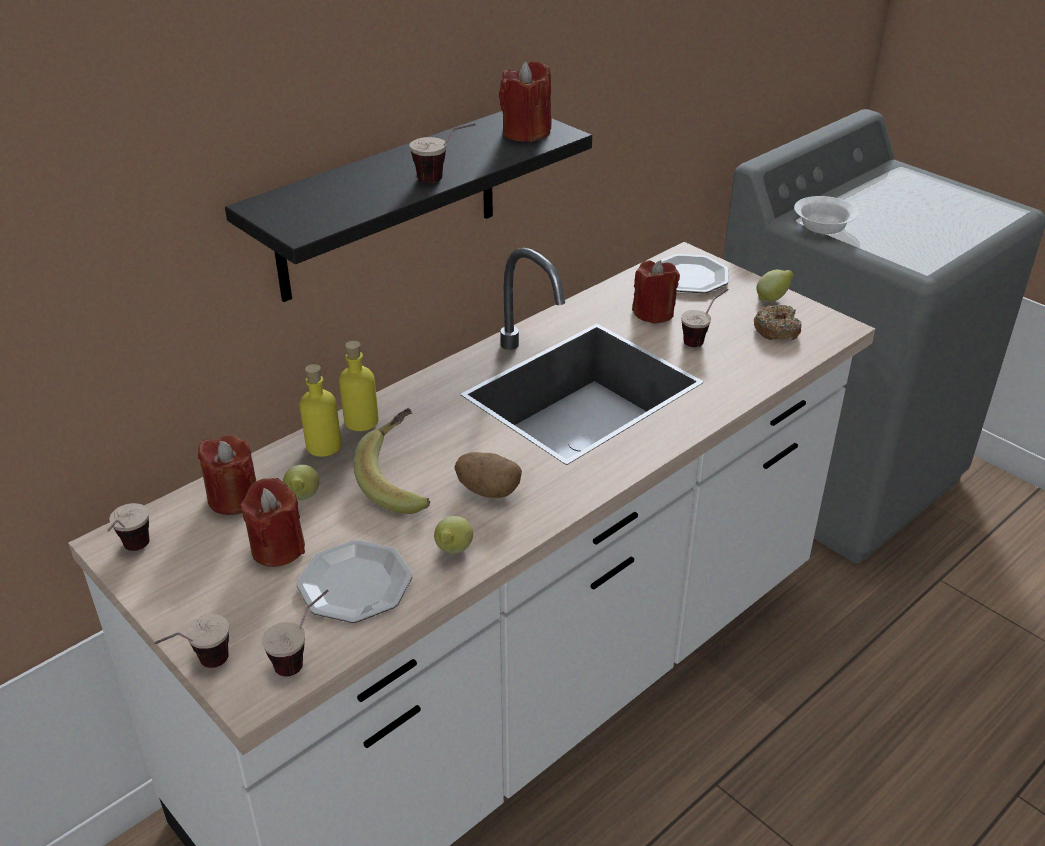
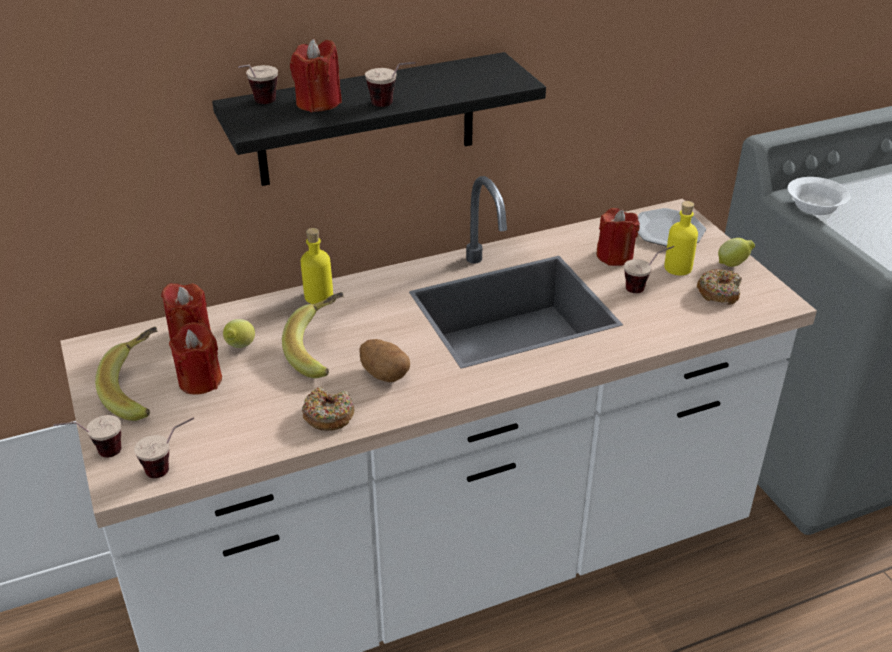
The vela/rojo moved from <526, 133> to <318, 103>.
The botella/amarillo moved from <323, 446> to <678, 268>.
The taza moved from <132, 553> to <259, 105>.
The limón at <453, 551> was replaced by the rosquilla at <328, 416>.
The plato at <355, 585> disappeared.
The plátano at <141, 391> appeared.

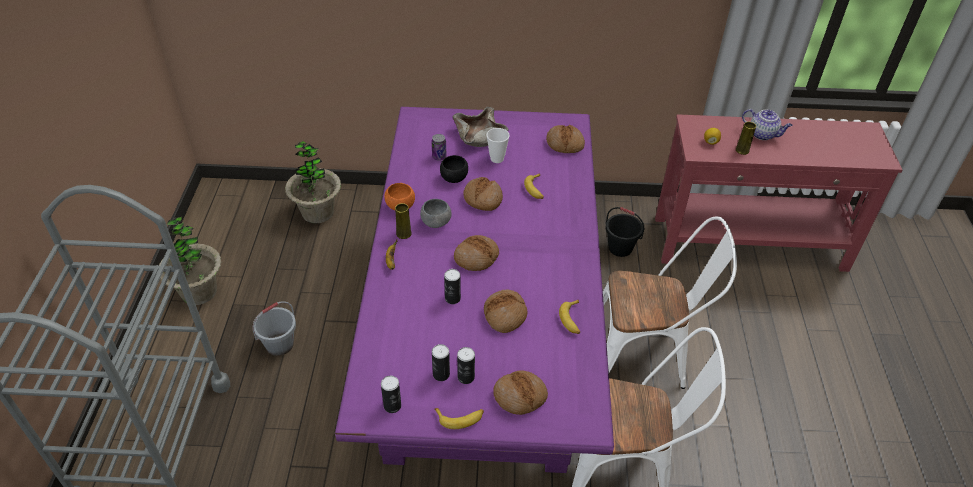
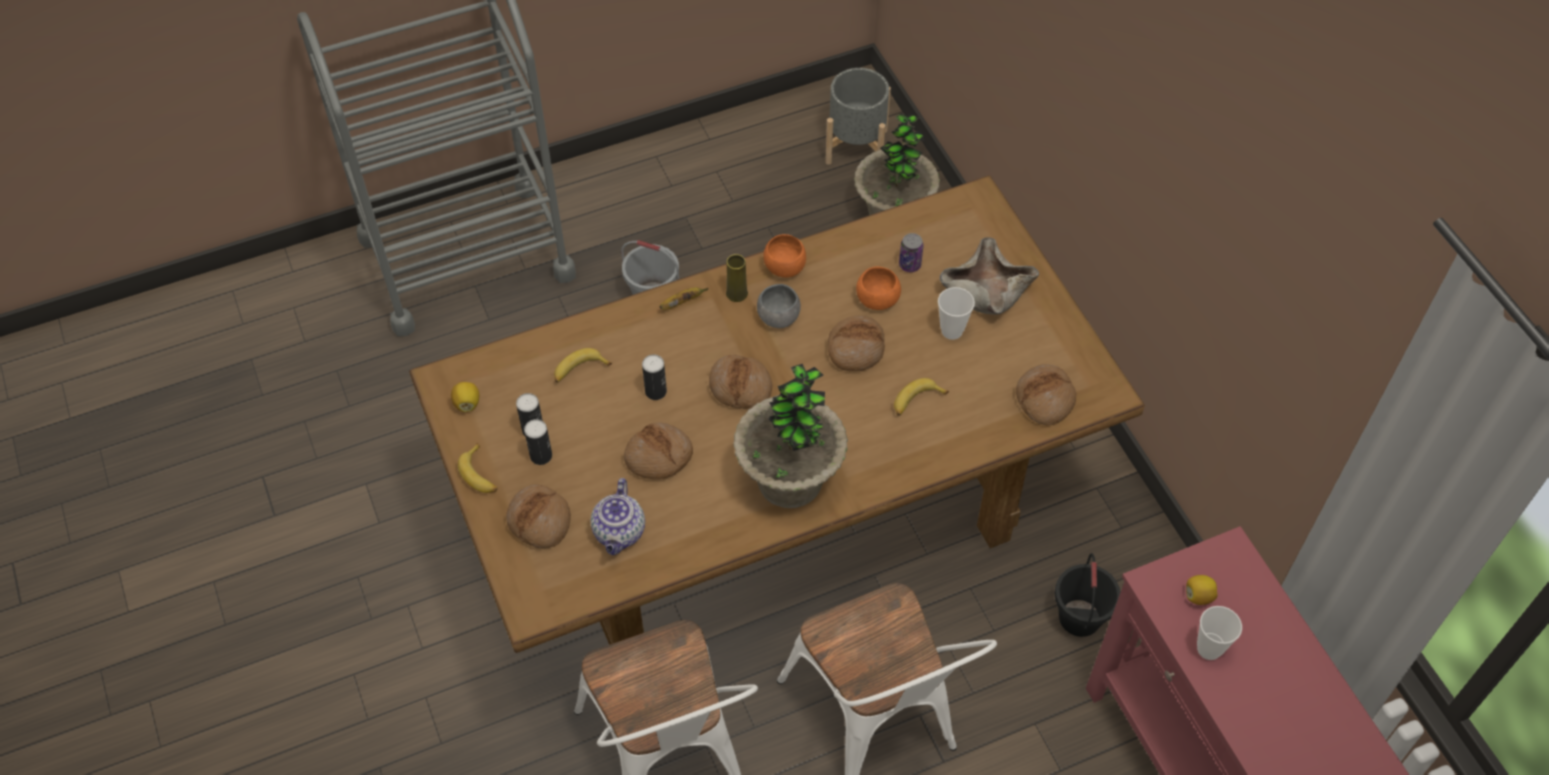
The mesa de comedor/morado at <482, 346> became the mesa de comedor/marrón at <775, 512>.
The tetera moved from <763, 134> to <620, 533>.
The florero/amarillo at <742, 150> was replaced by the taza at <1209, 649>.
The cuenco/negro at <454, 178> became the cuenco/naranja at <877, 299>.
The planta en maceta moved from <199, 292> to <790, 481>.
The plátano moved from <572, 320> to <579, 370>.
The lata at <392, 406> was replaced by the limón at <467, 403>.
The maceta/gris at <856, 146> appeared.

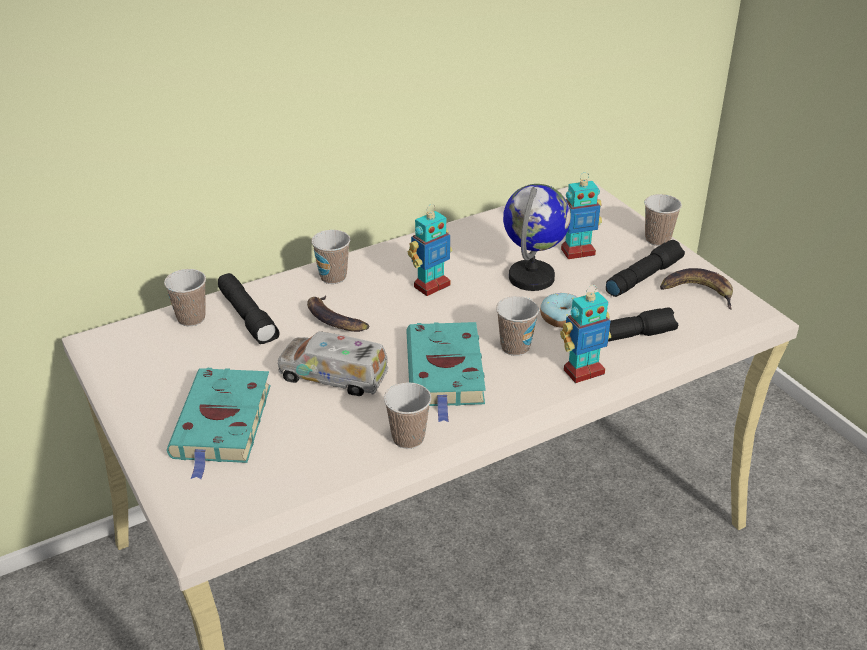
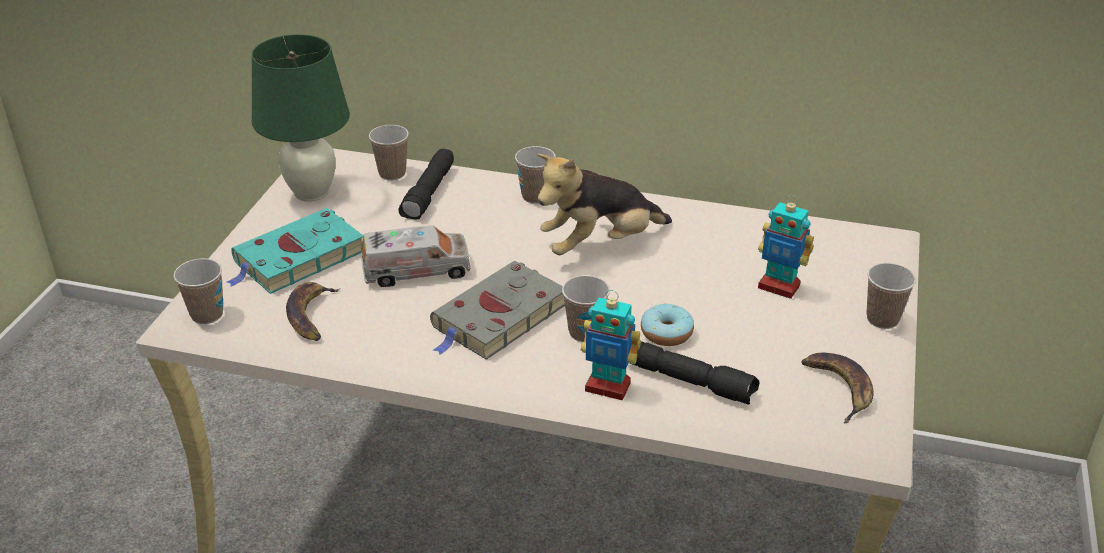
The globo terráqueo at <532, 277> disappeared.
The robot de juguete at <431, 286> was replaced by the peluche at <599, 244>.
The linterna/negro at <643, 277> disappeared.
The plátano moved from <334, 320> to <311, 315>.
The libro/turquesa at <445, 373> became the libro/gris at <497, 318>.
The camión de juguete at <333, 376> turned 105 degrees clockwise.
The taza moved from <408, 438> to <207, 314>.
The lámpara de mesa/verde at <311, 192> appeared.

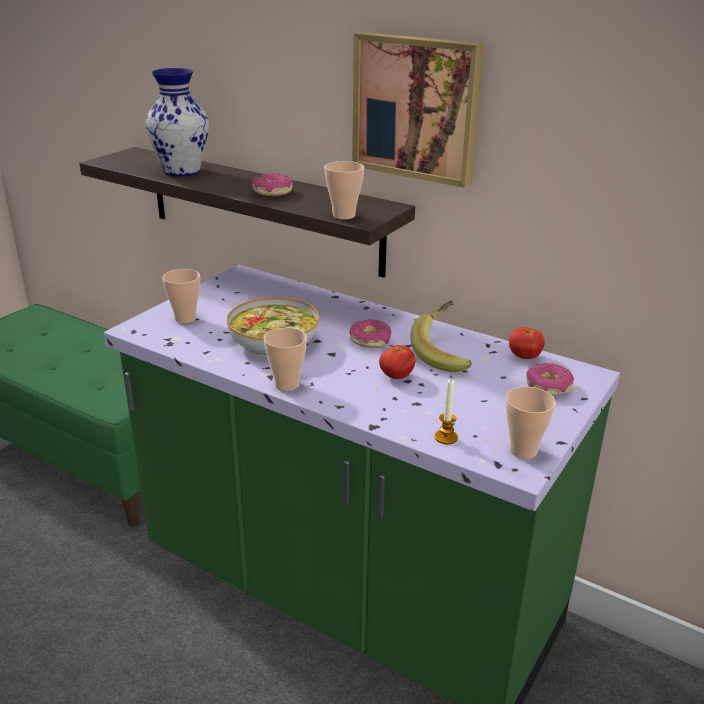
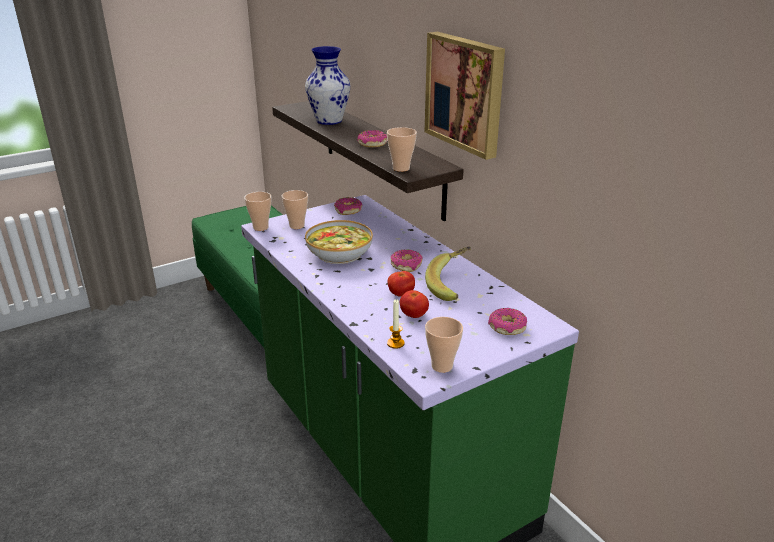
The tomate moved from <524, 357> to <414, 315>.
The taza moved from <287, 385> to <260, 227>.
The rosquilla at <348, 210> appeared.

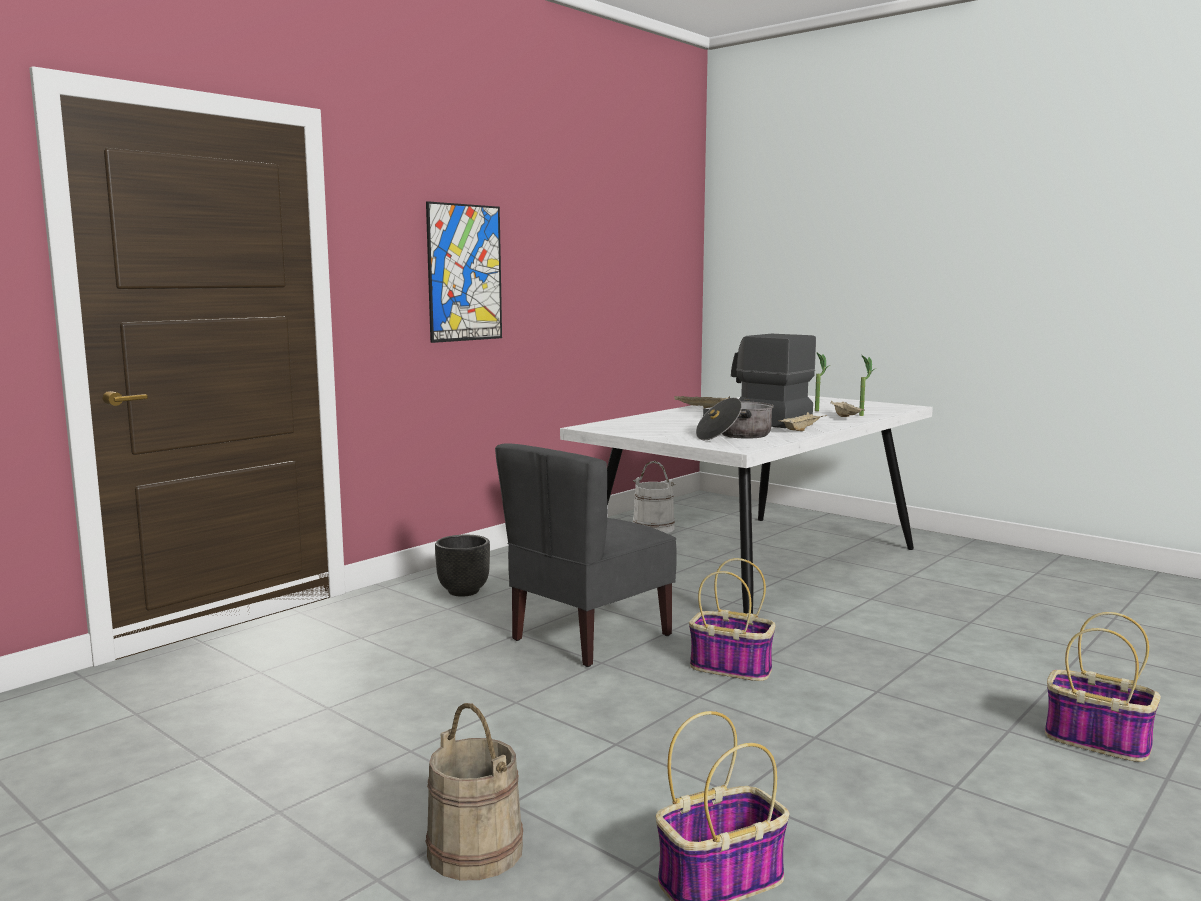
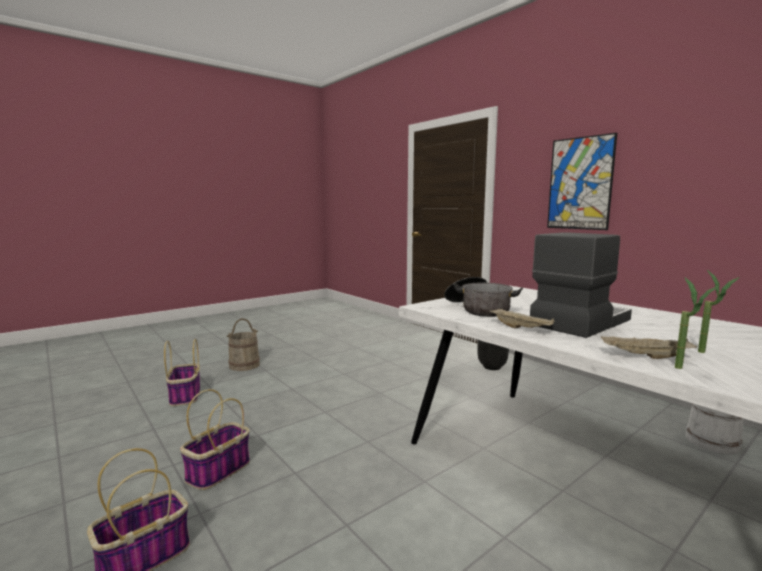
The bandeja/beis at <701, 408> disappeared.
The silla/gris at <589, 637> disappeared.
The cesta moved from <732, 668> to <218, 471>.

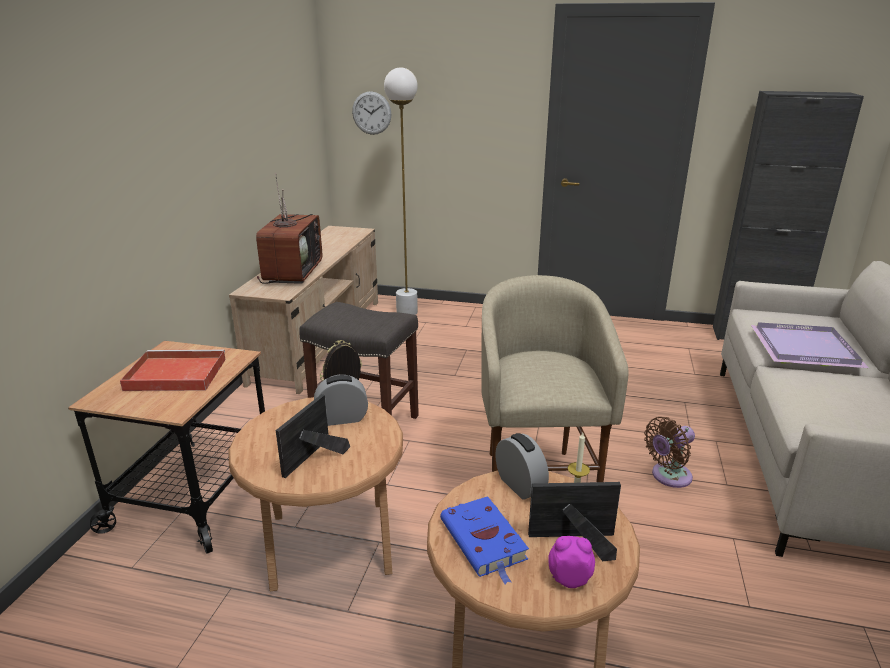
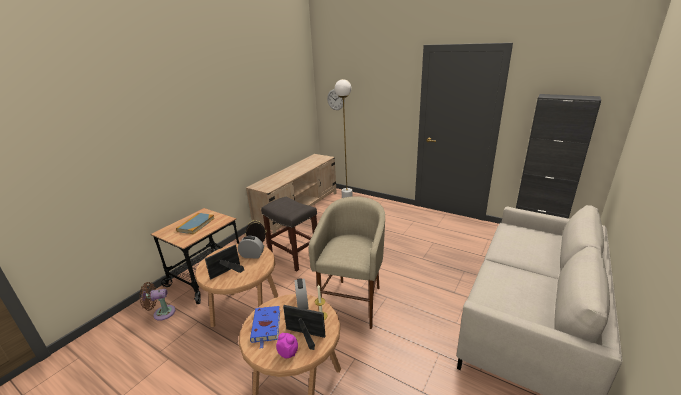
The televisor at <292, 272> disappeared.
The bandeja/morado at <806, 348> disappeared.
The bandeja/rojo at <174, 374> was replaced by the libro at <196, 224>.
The ventilador/marrón moved from <668, 476> to <162, 313>.

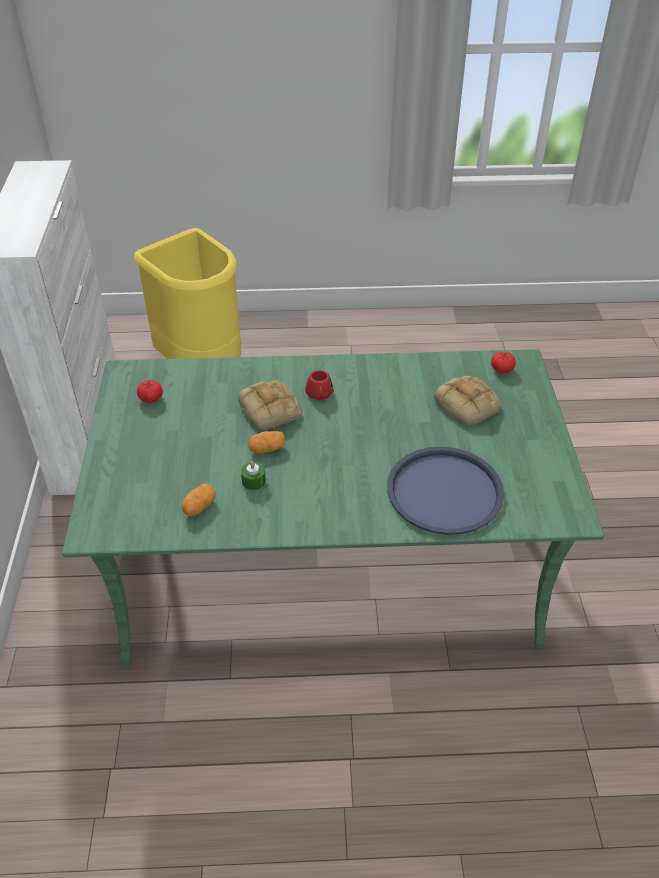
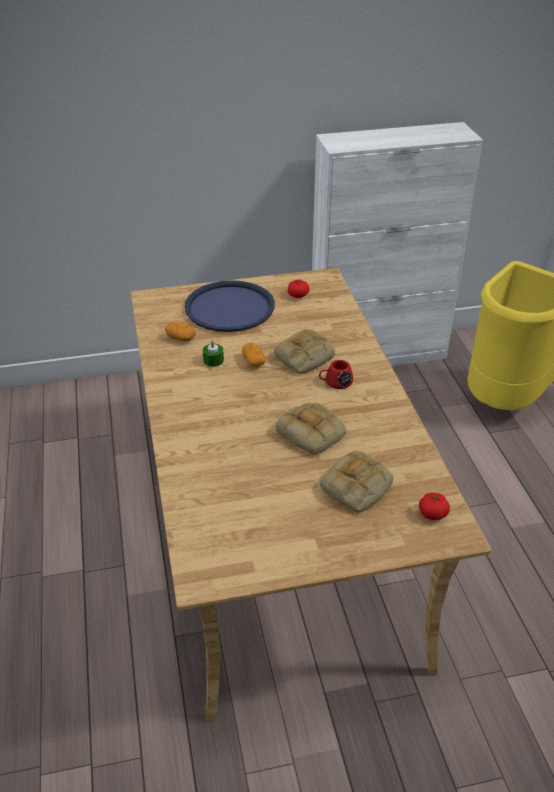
The mesa de comedor/verde at <328, 569> became the mesa de comedor/beis at <275, 529>.
The bandeja/azul moved from <445, 491> to <229, 307>.
The pan at <312, 433> appeared.

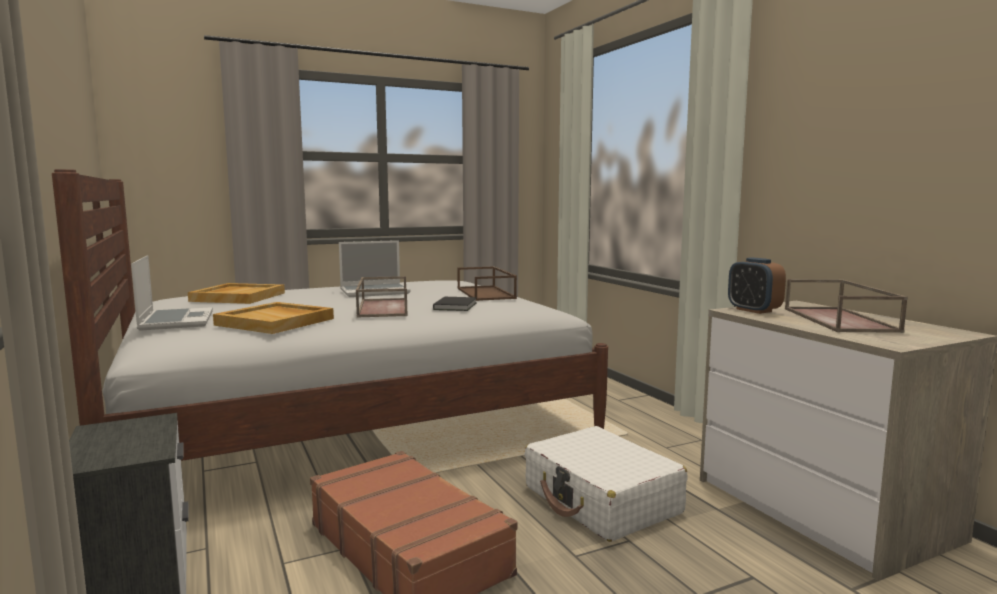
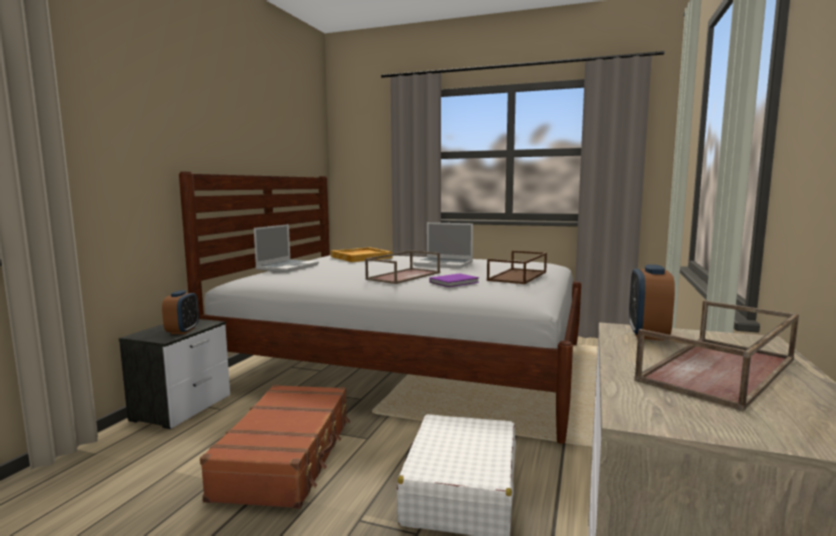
The libro/negro at <456, 306> became the libro/morado at <455, 282>.
The bandeja/beis at <276, 322> disappeared.
The despertador at <183, 331> appeared.

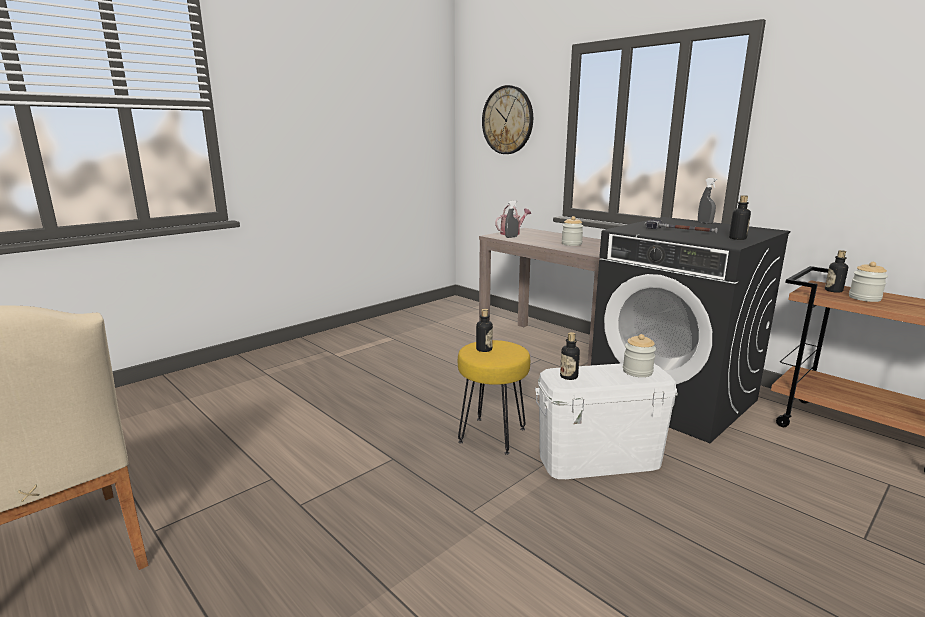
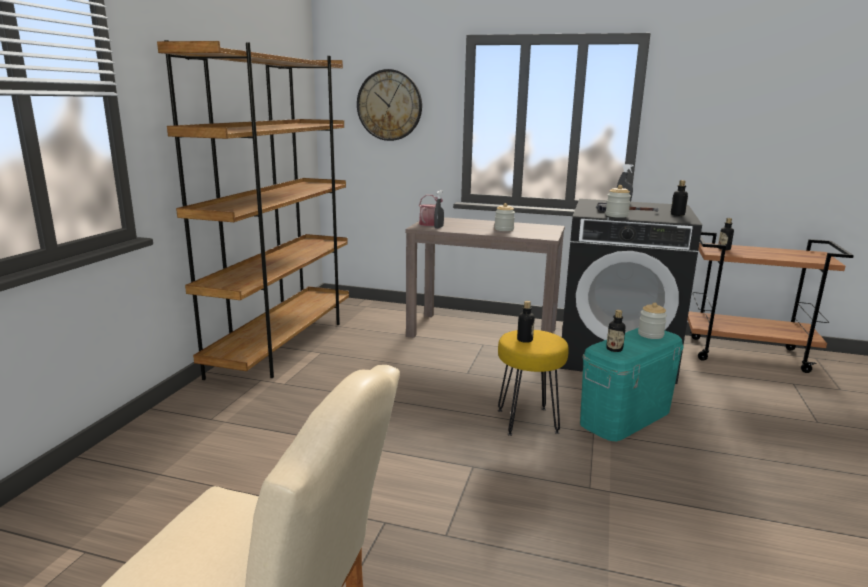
The tarro moved from <864, 298> to <616, 215>.
The caja de almacenaje/blanco at <599, 460> became the caja de almacenaje/turquesa at <625, 417>.
The estantería/marrón at <284, 344> appeared.

